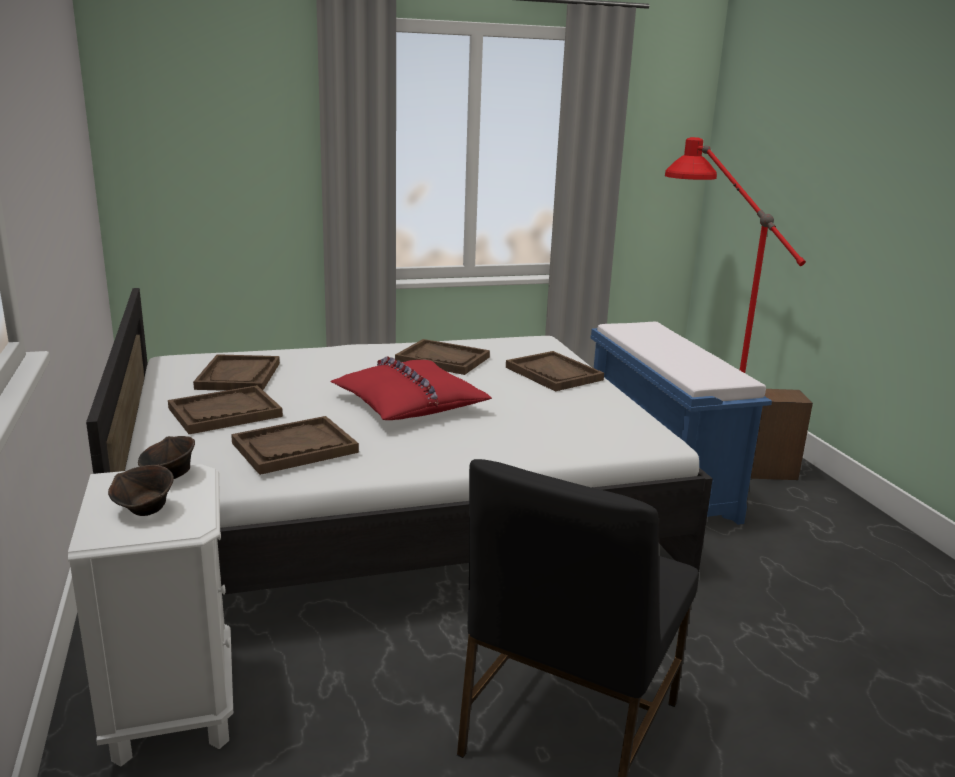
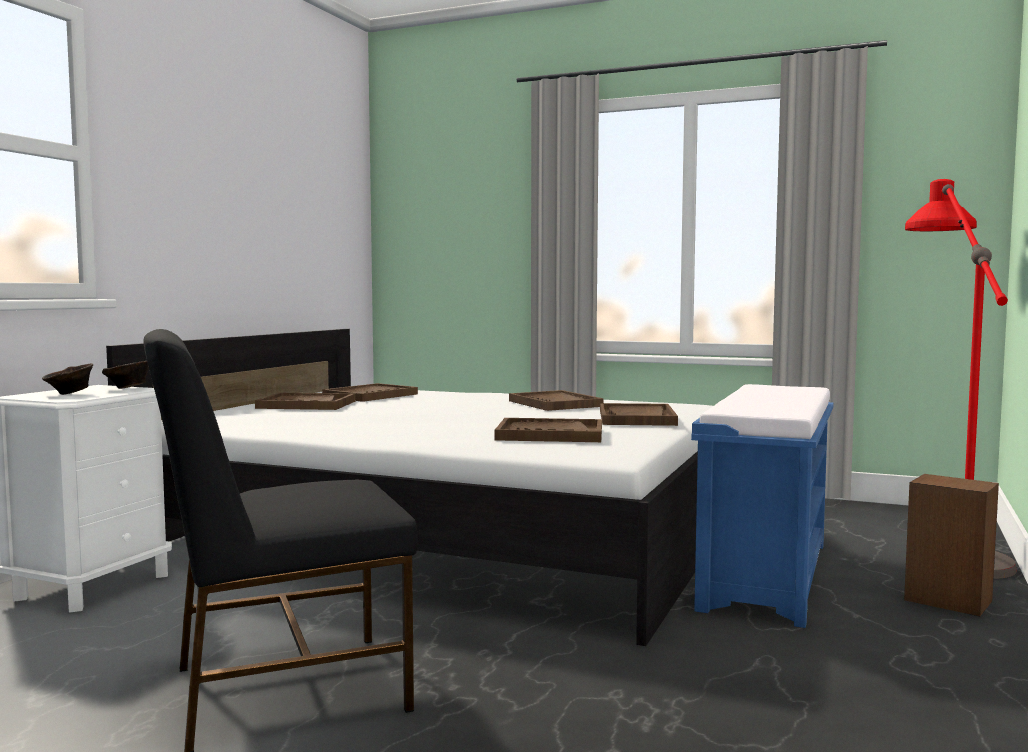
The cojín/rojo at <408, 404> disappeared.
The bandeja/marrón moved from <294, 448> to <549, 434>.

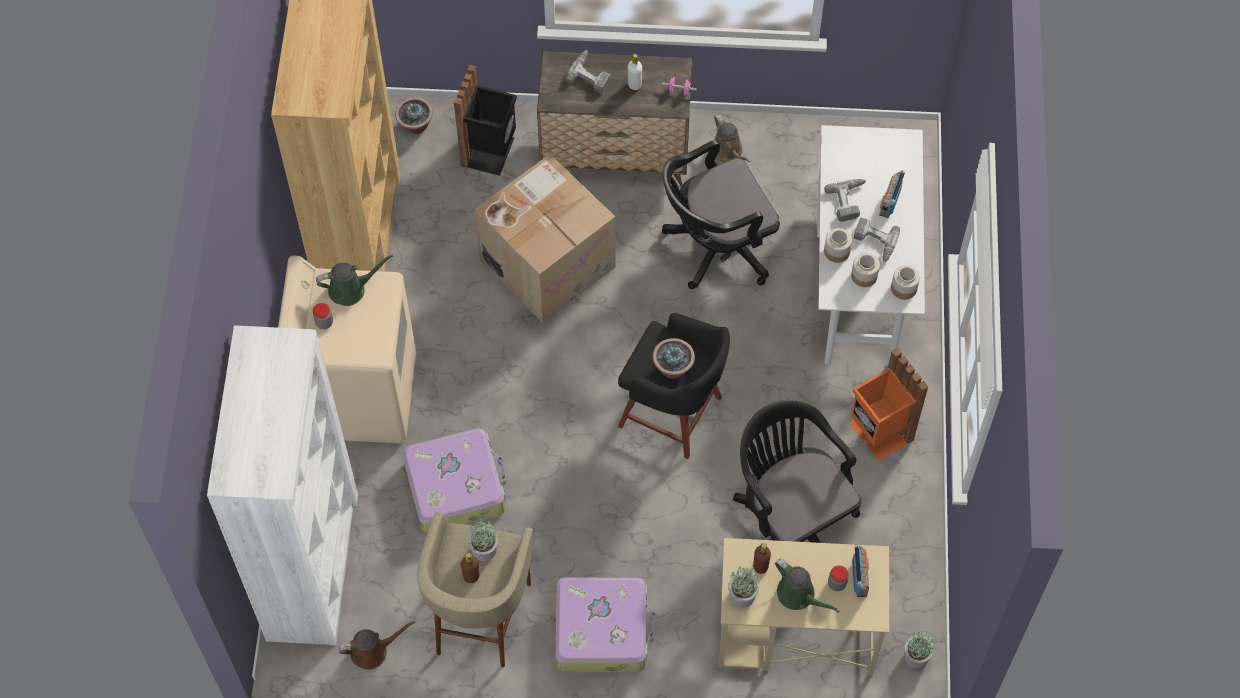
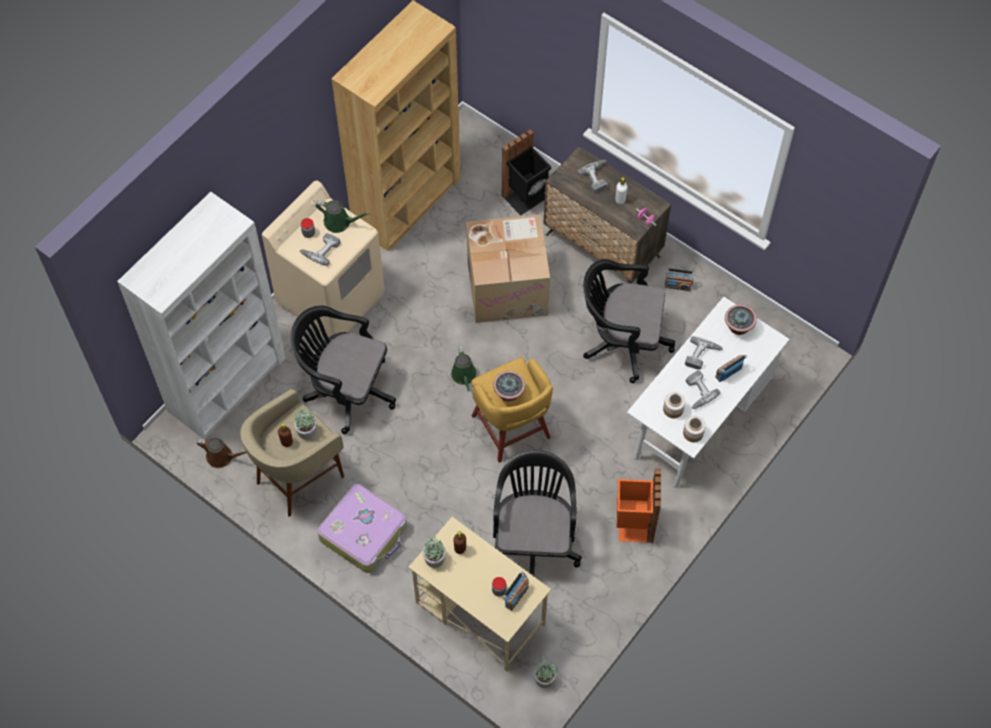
The planta en maceta moved from <415, 126> to <738, 327>.
The regadera/marrón at <728, 152> was replaced by the radio at <677, 286>.
The tarro at <837, 252> disappeared.
The taburete/negro at <673, 414> became the taburete/amarillo at <511, 429>.
The maleta at <456, 486> was replaced by the silla de oficina/negro at <345, 390>.
The regadera/verde moved from <799, 595> to <464, 376>.
The taladro at <320, 250> appeared.

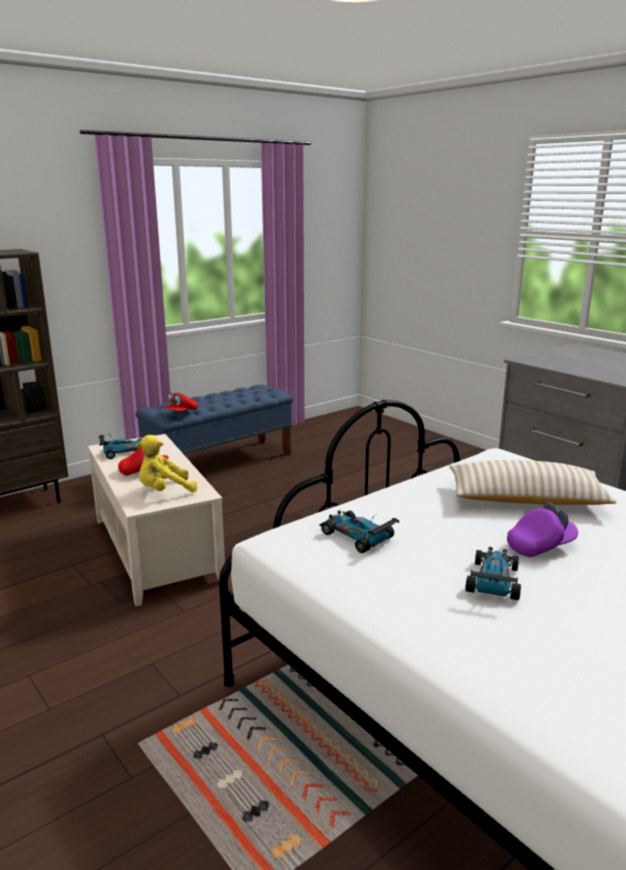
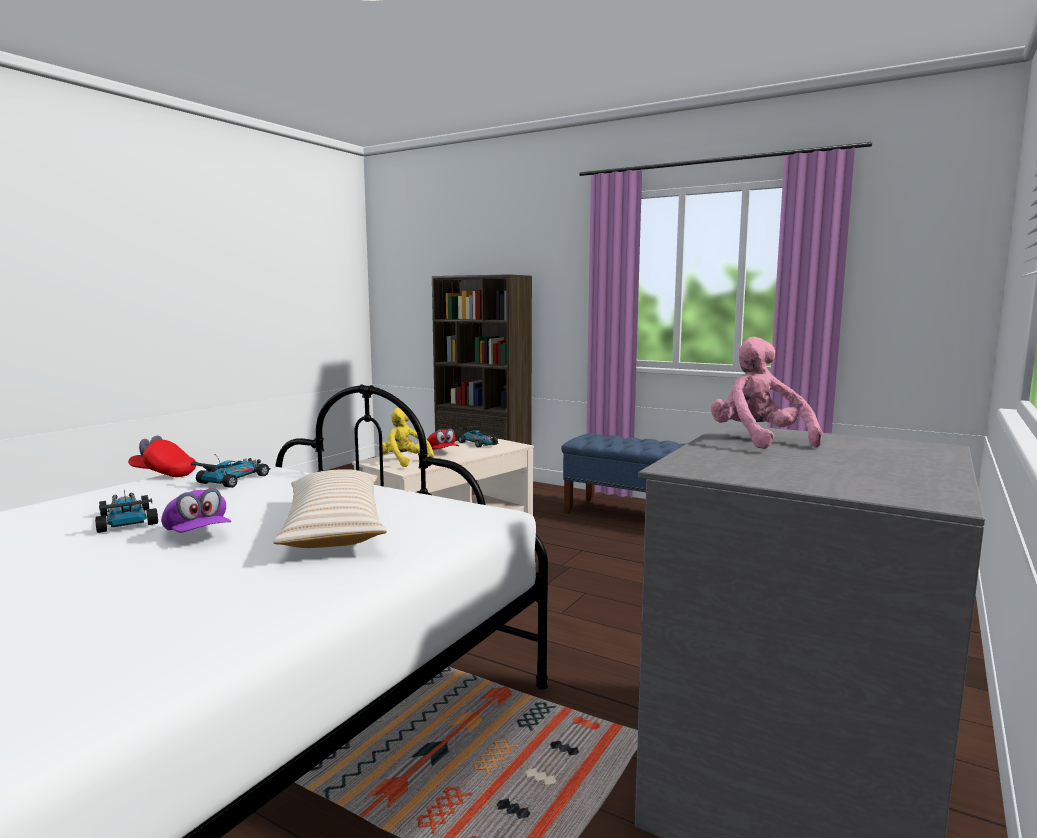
The gorra/rojo moved from <180, 413> to <163, 474>.
The coche de juguete at <493, 581> turned 120 degrees counterclockwise.
The peluche/rosa at <758, 441> appeared.

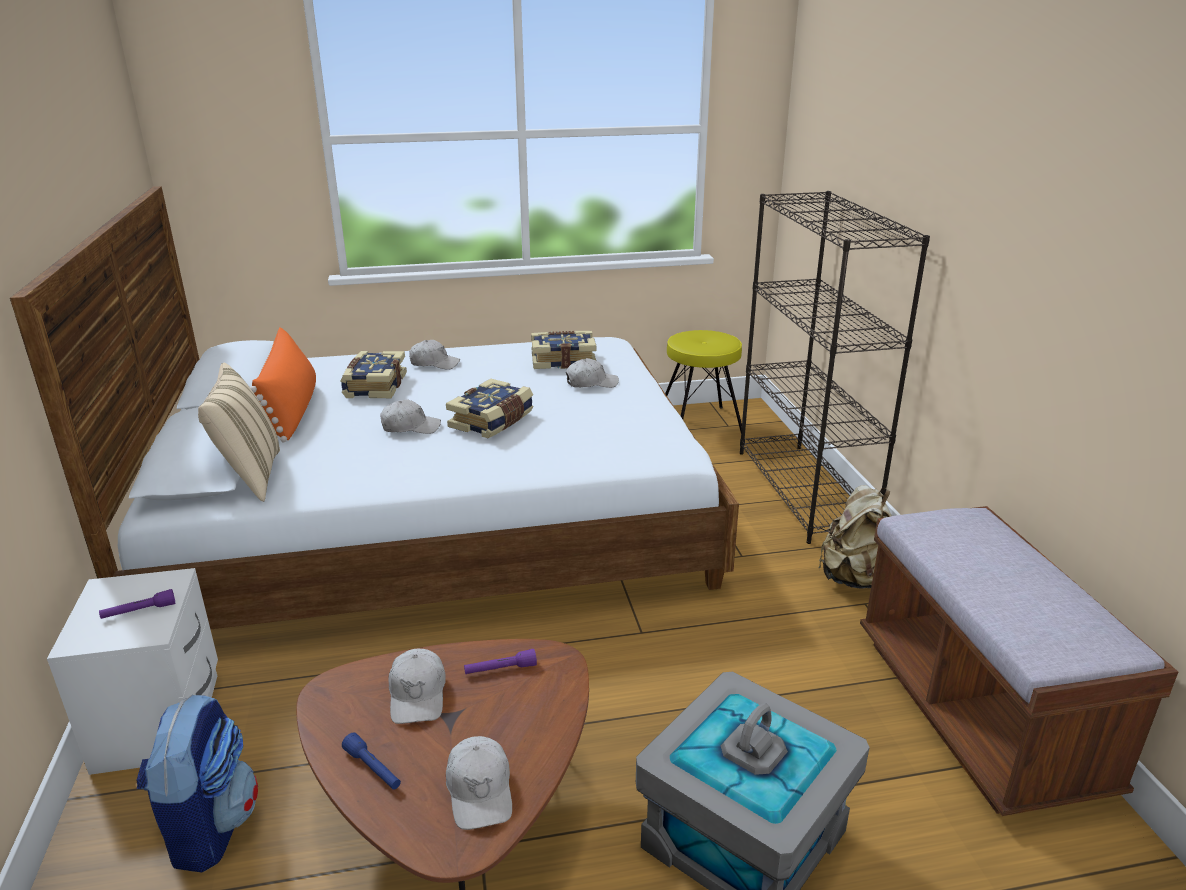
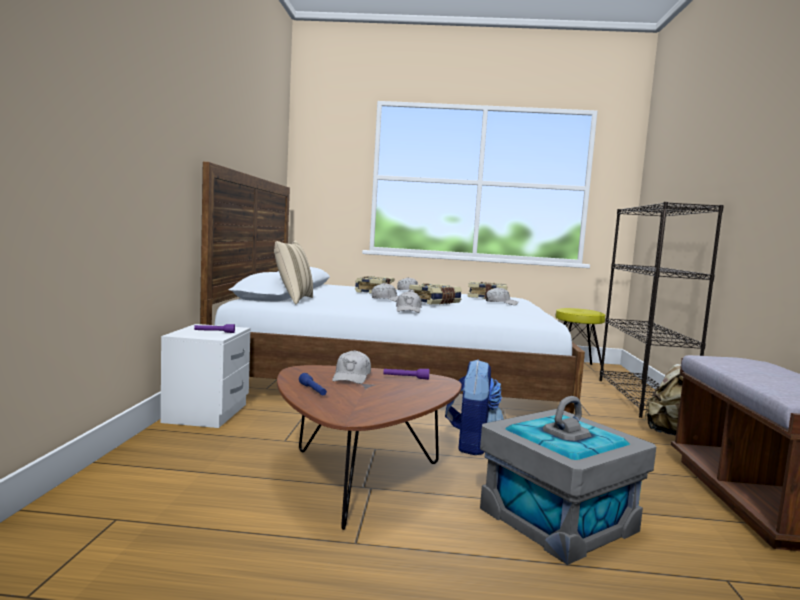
The cojín/naranja at <291, 410> disappeared.
The mochila moved from <209, 826> to <471, 443>.
The gorra/blanco moved from <480, 791> to <408, 310>.

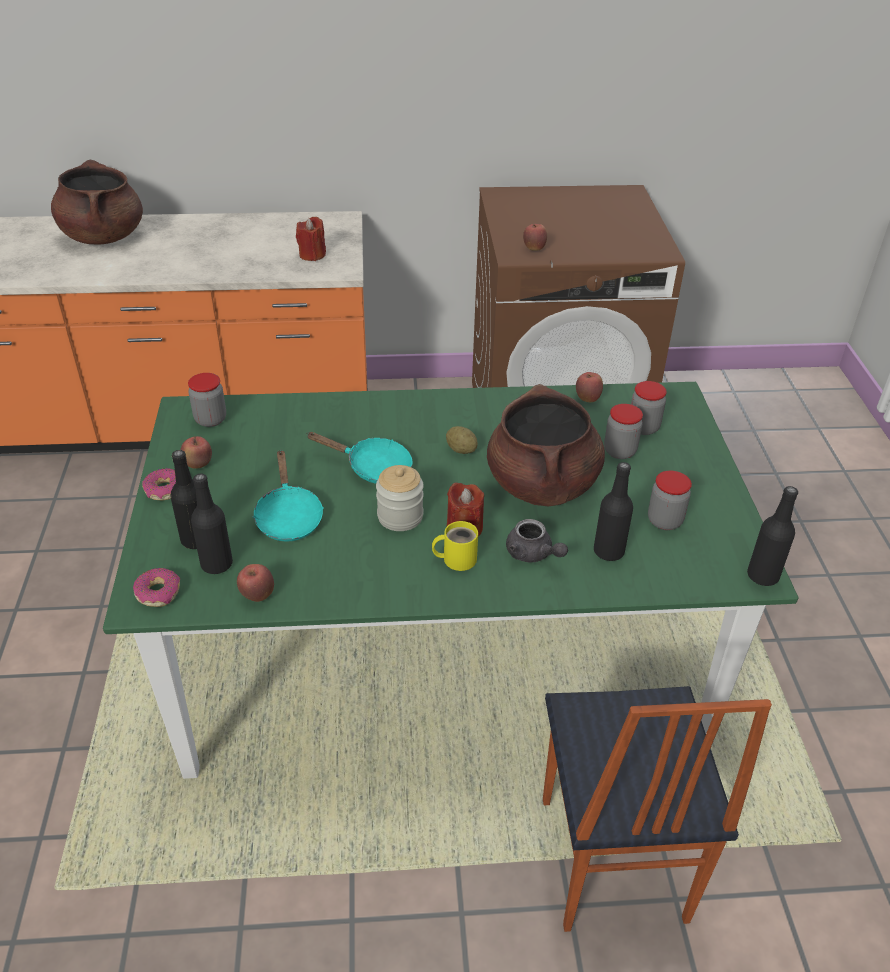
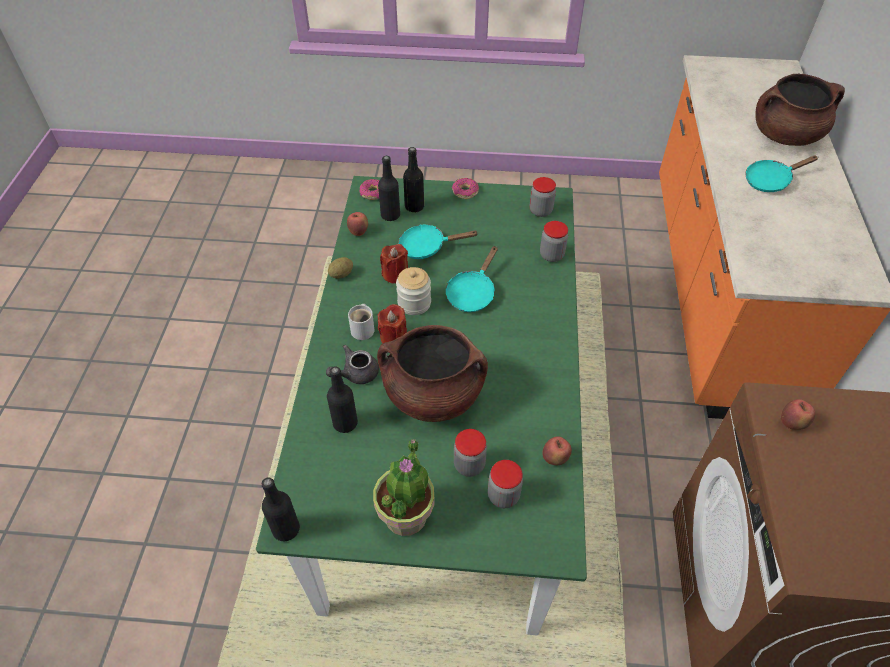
The vela/rojo moved from <312, 255> to <395, 274>.
The patata moved from <461, 450> to <341, 274>.
The manzana at <198, 465> disappeared.
The tarro moved from <664, 521> to <551, 255>.
The taza grande/amarillo at <456, 558> became the taza grande/blanco at <363, 329>.
The silla at <609, 860> disappeared.
The sartén/turquesa at <770, 180> appeared.
The planta en maceta at <406, 515> appeared.

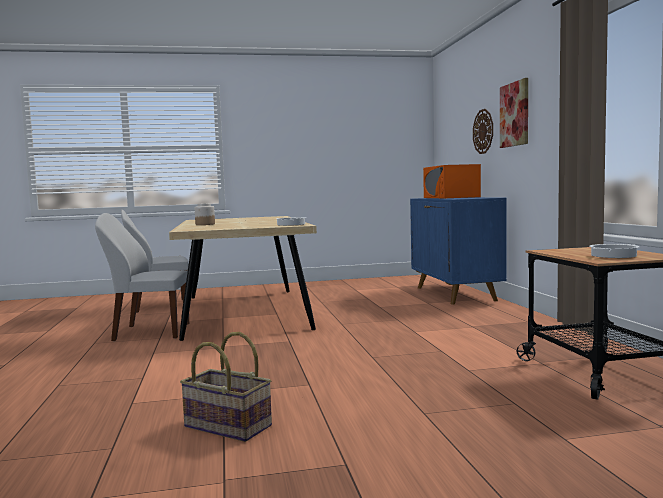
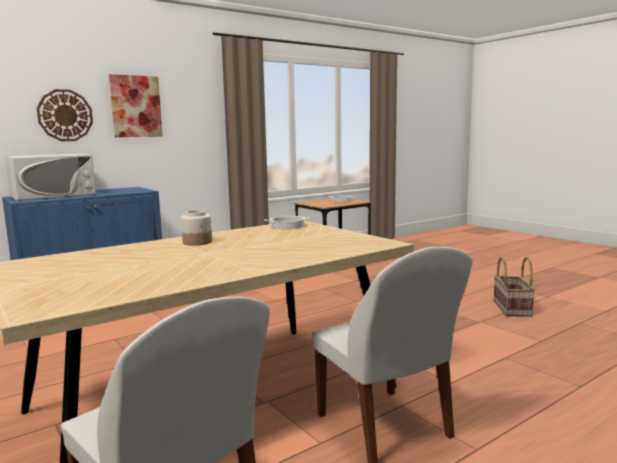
The microondas/naranja at <451, 197> became the microondas/blanco at <53, 195>.
The tarro moved from <205, 224> to <198, 242>.

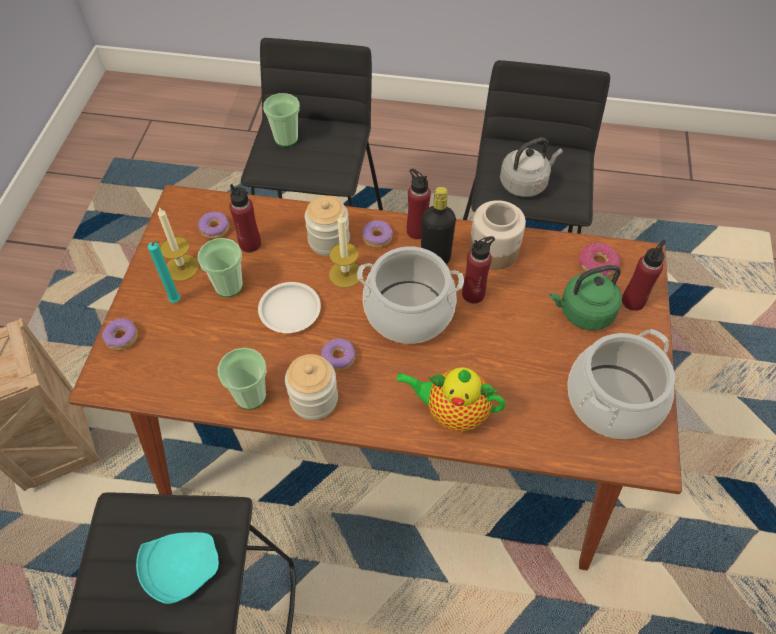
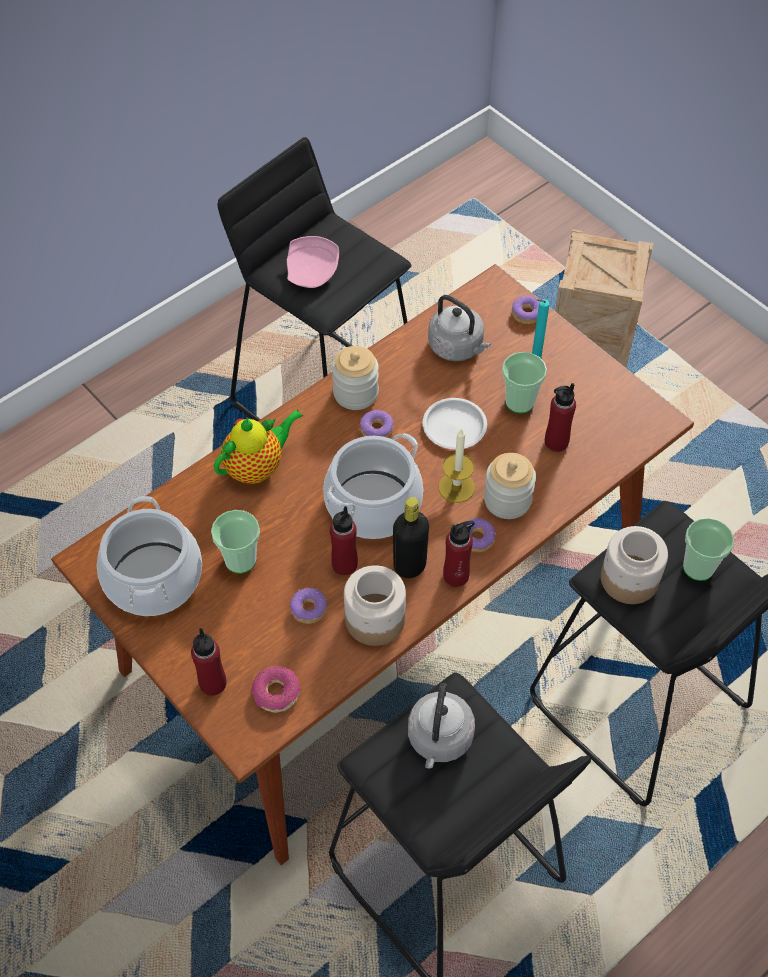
The vela at <182, 268> disappeared.
The rosquilla moved from <215, 229> to <308, 609>.
The hervidor/verde at <583, 312> disappeared.
The taza moved from <250, 396> to <240, 560>.
The plato/turquesa at <181, 567> became the plato/rosa at <312, 272>.
The hervidor/gris at <458, 347> appeared.
The tarro at <628, 579> appeared.

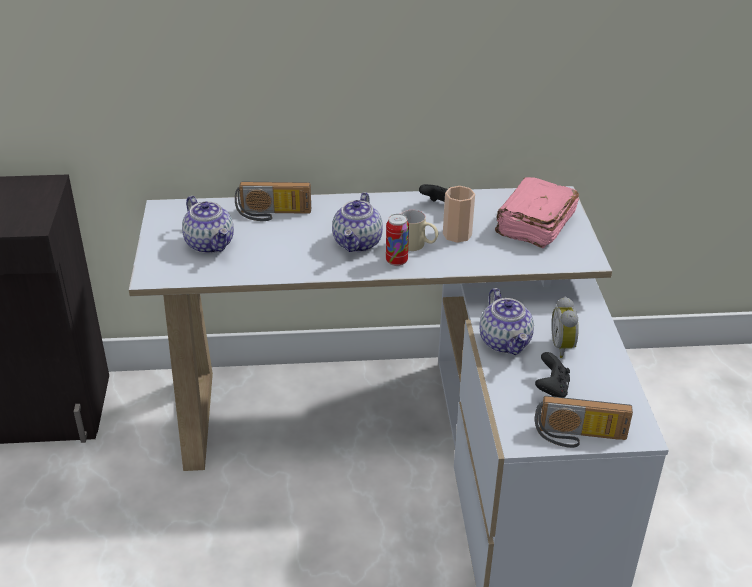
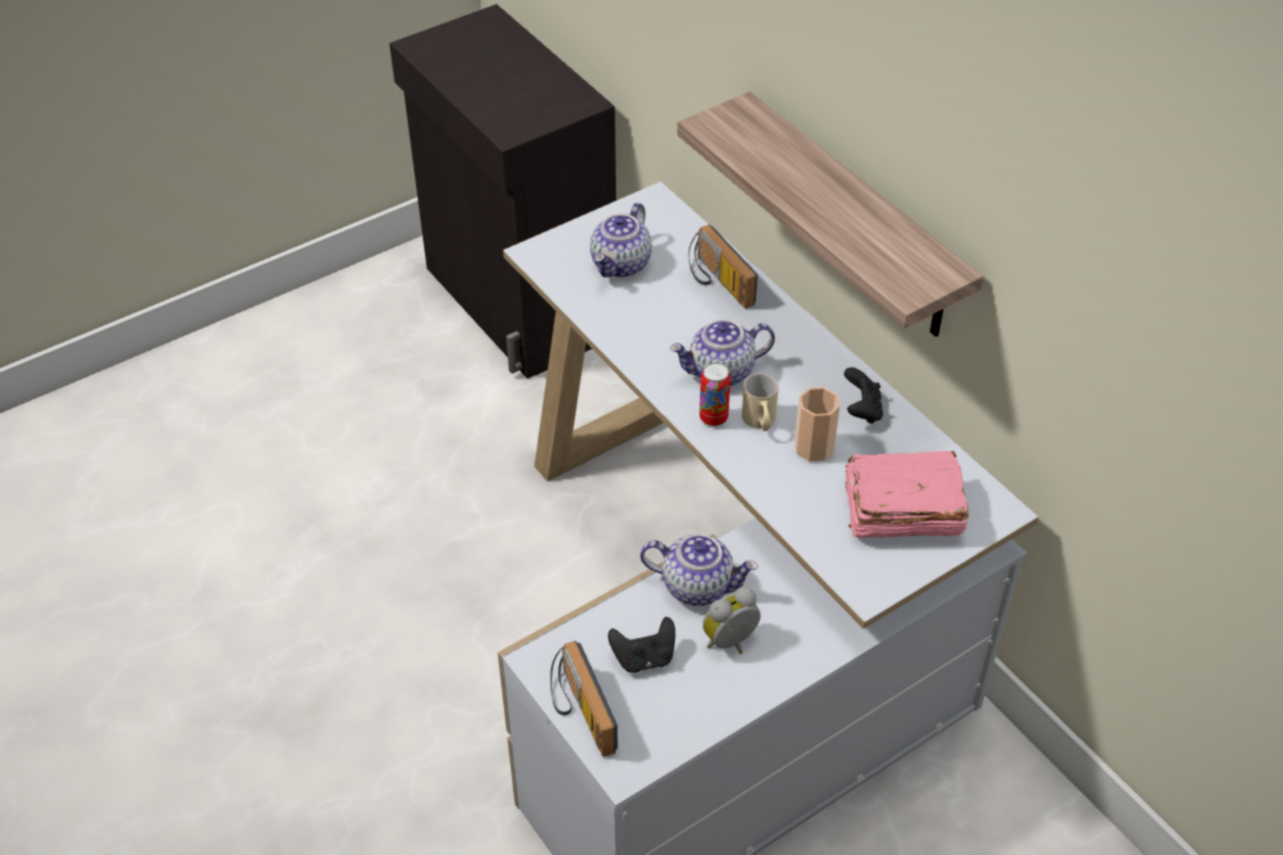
The tetera at <505, 342> turned 120 degrees counterclockwise.
The estante at <854, 220> appeared.

